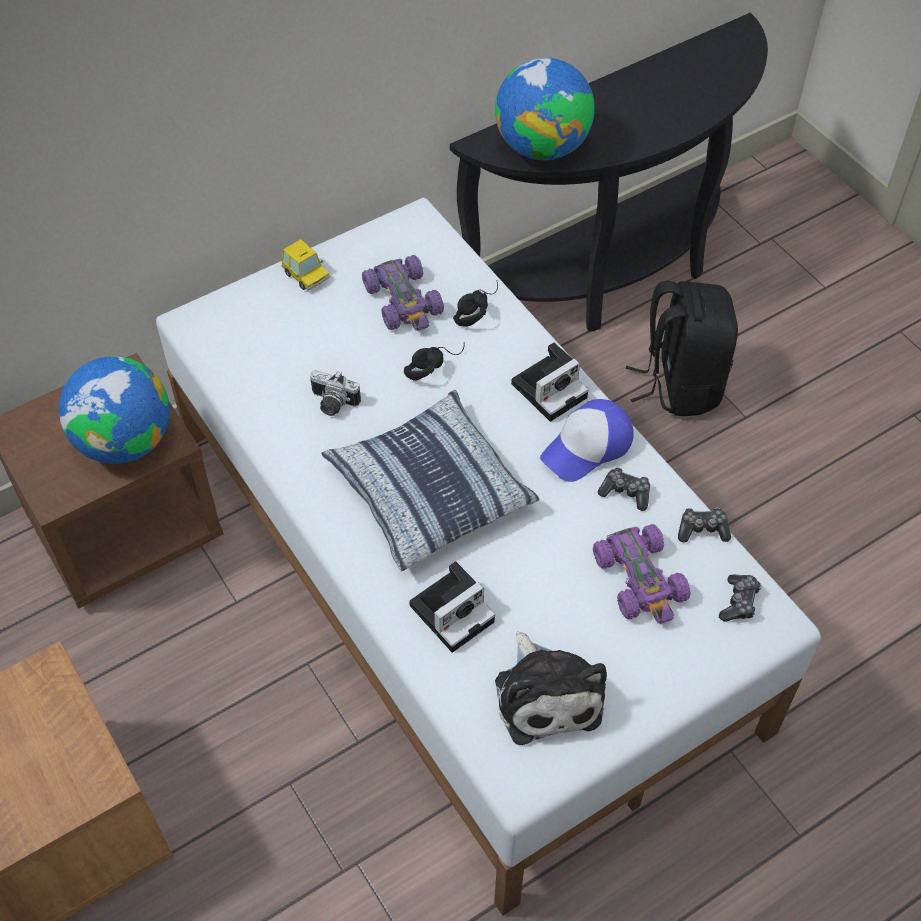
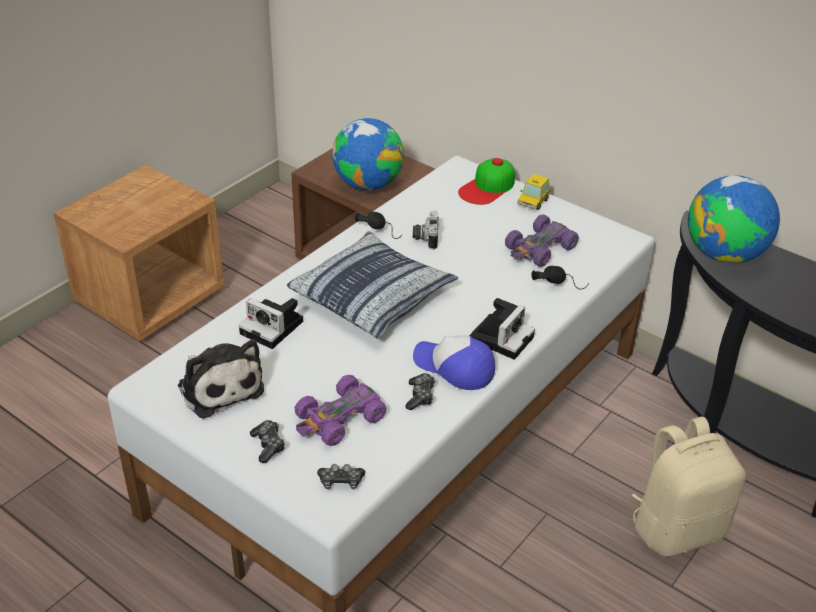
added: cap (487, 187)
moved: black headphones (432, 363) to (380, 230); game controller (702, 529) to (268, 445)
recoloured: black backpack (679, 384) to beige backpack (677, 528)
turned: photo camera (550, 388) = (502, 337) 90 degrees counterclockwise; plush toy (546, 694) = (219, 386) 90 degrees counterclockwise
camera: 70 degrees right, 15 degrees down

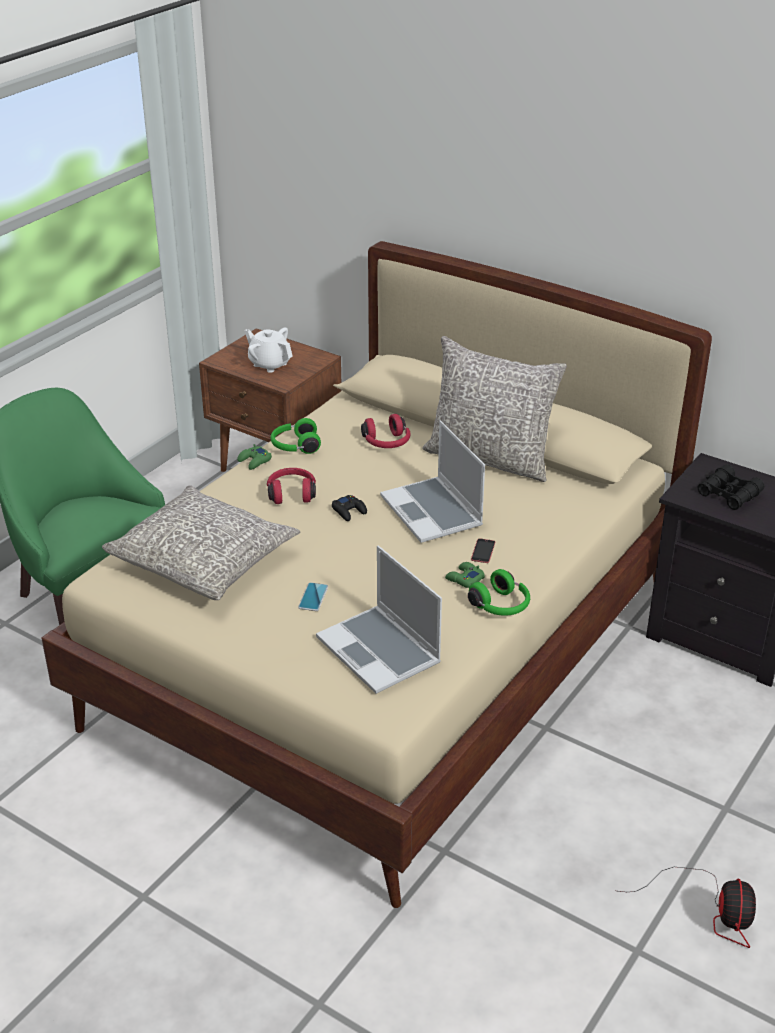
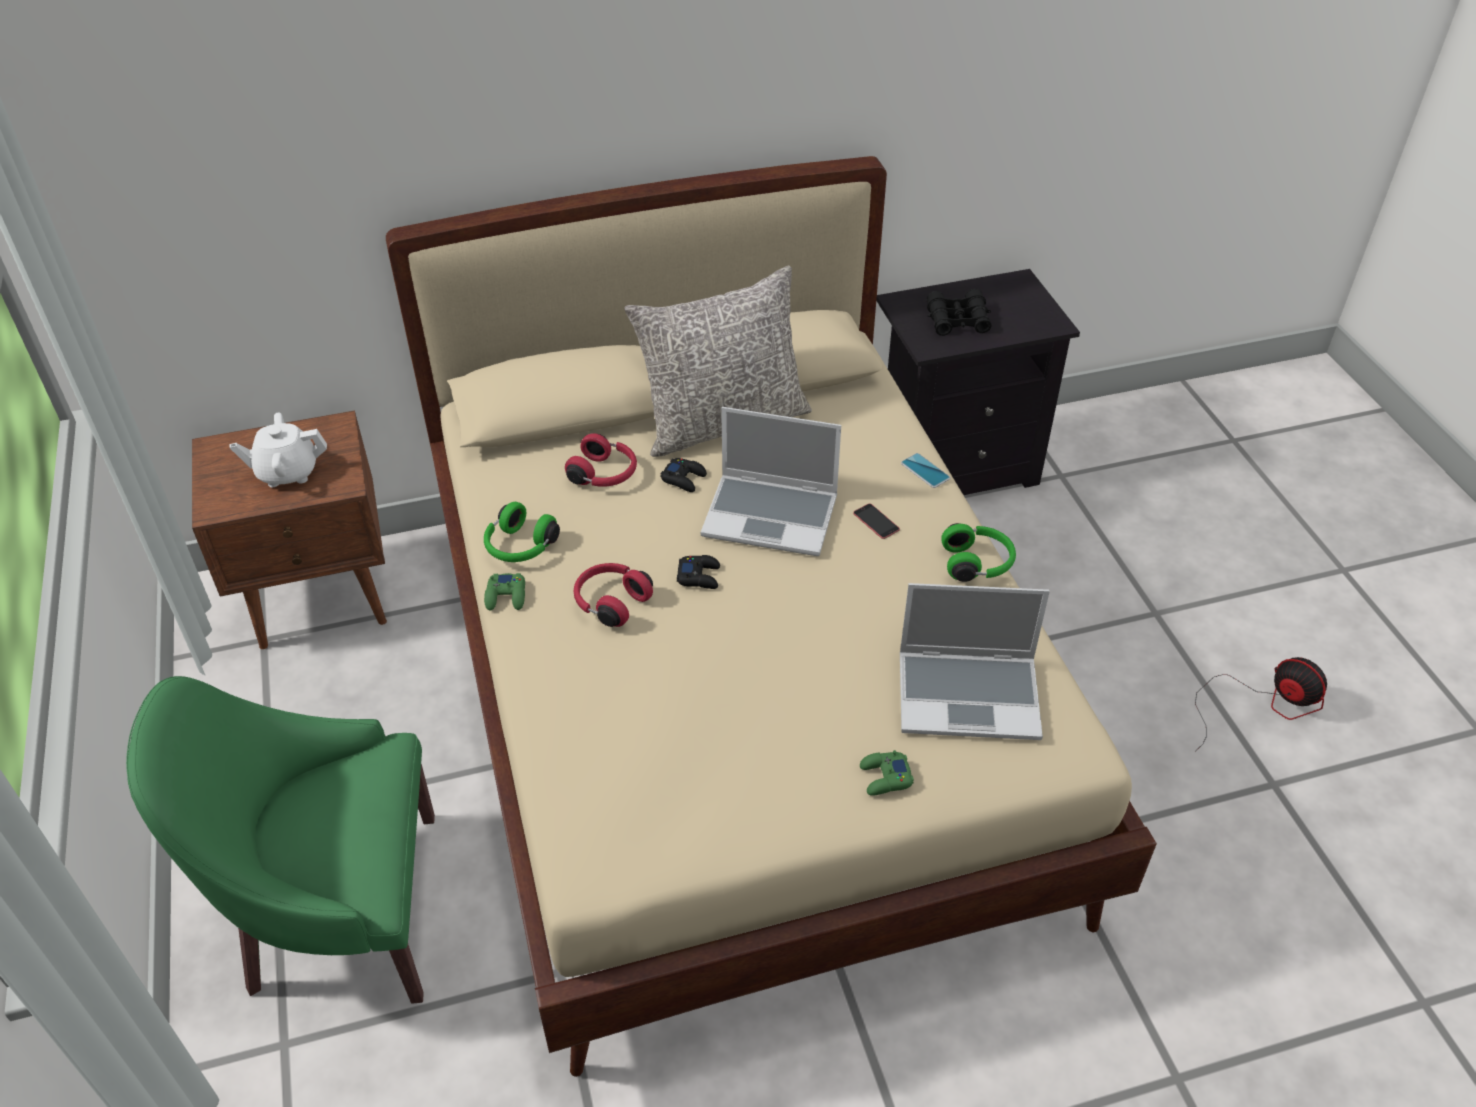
removed: grey pillow (204, 560)
added: black game controller (684, 478)
moved: green game controller (464, 579) to (885, 778); phone (313, 597) to (925, 471)
camera: 50 degrees left, 10 degrees up

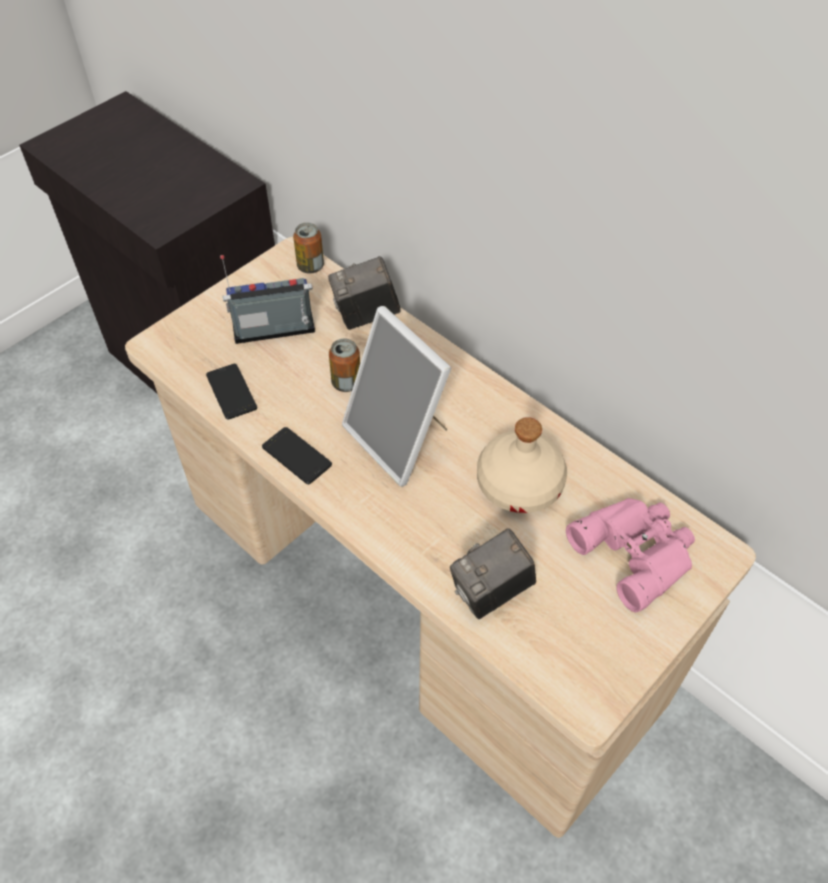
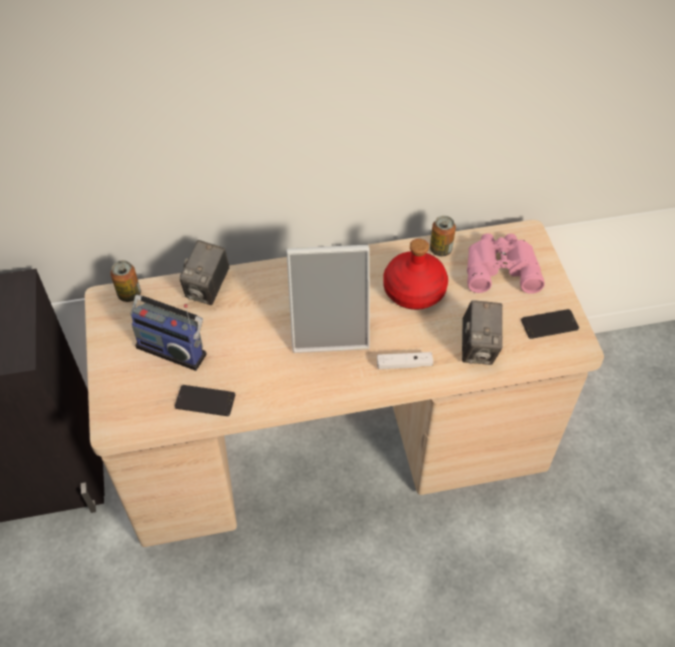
added: white game controller (404, 364)
moved: can (346, 383) to (440, 249); phone (296, 456) to (549, 324)
recoloured: beige bottle (520, 485) to red bottle (415, 290)
turned: radio (274, 332) = (173, 348) 90 degrees counterclockwise
camera: 55 degrees left, 0 degrees up

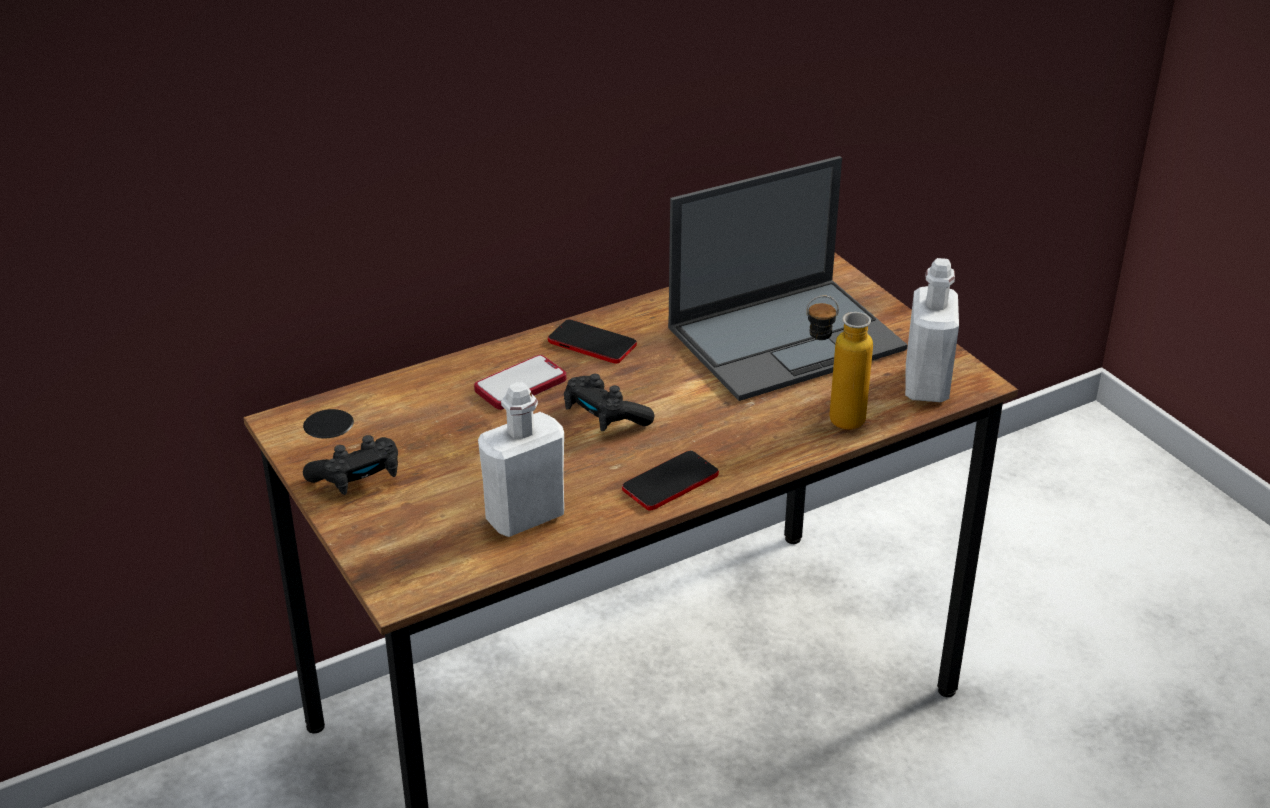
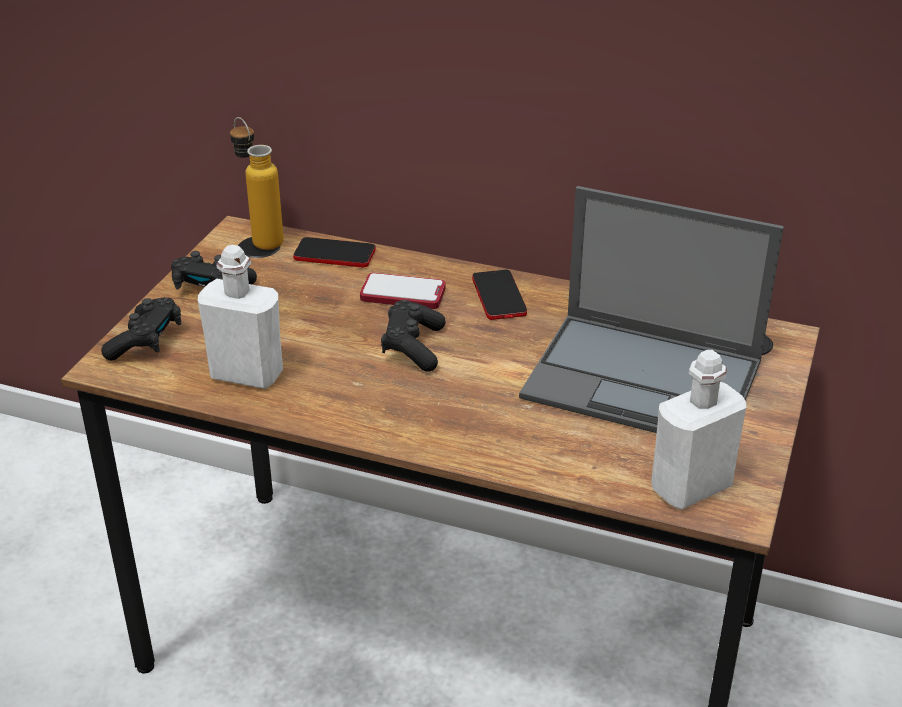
added: black game controller (146, 341)
moved: bottle (831, 420) to (260, 238); phone (670, 482) to (334, 254)
camera: 50 degrees right, 0 degrees up

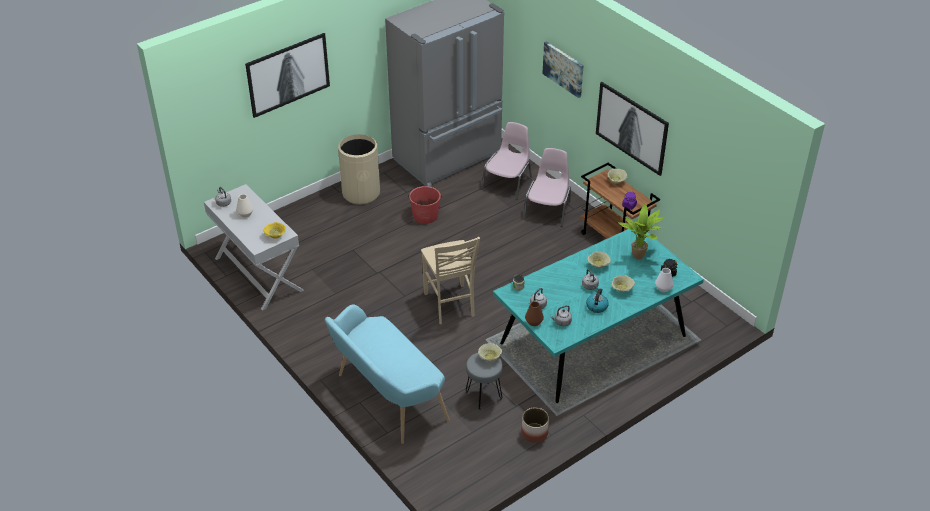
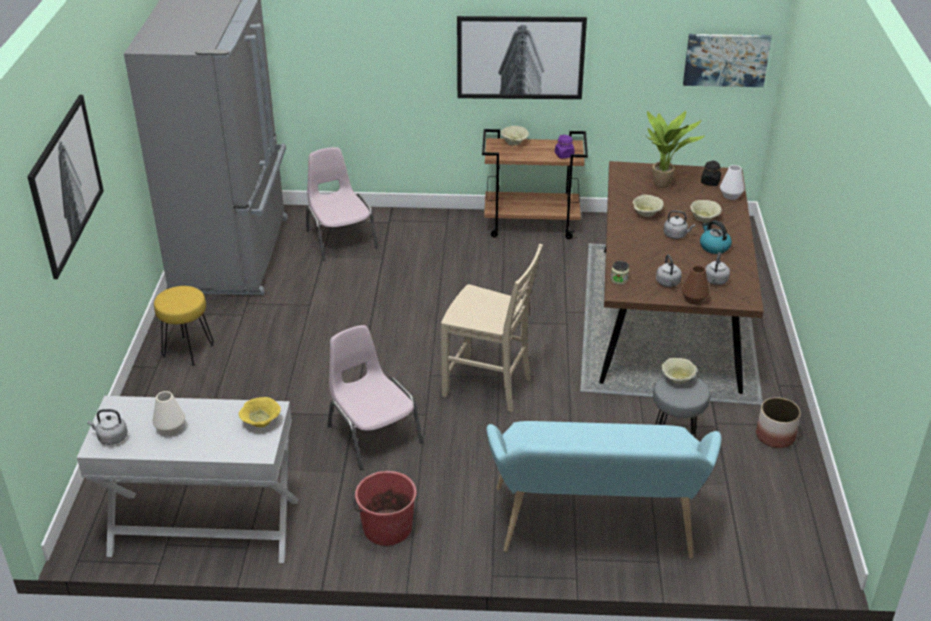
moved: picture (563, 69) to (726, 59); pink chair (548, 210) to (373, 434); red bucket (425, 215) to (386, 527)
replaced: beige trash can (361, 193) to yellow stool (188, 350)
recoloured: turquoise dining table (592, 340) to brown dining table (668, 318)
camera: 50 degrees left, 5 degrees down

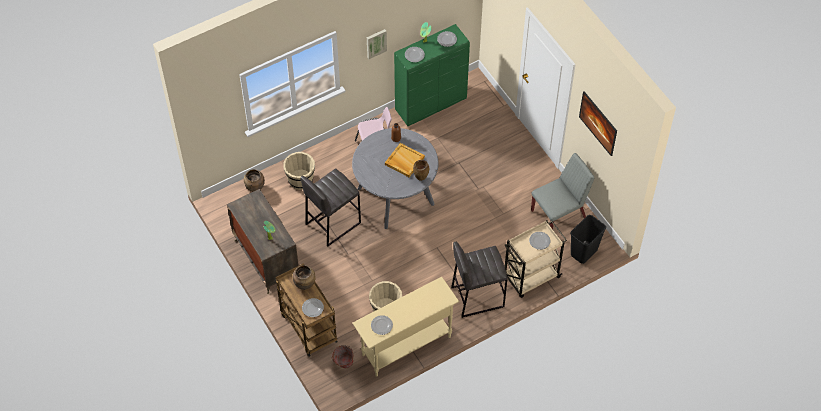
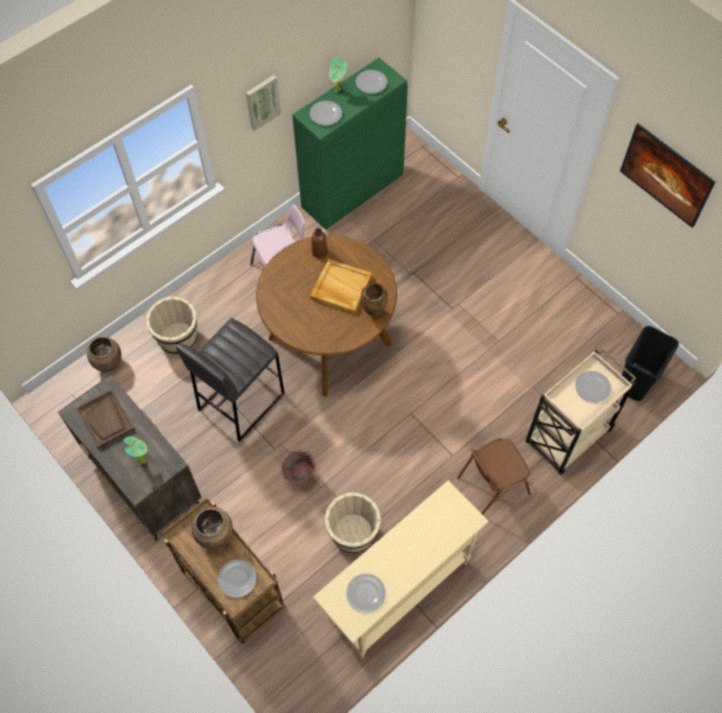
removed: grey chair (559, 214)
added: brown tray (105, 419)
moved: bucket (343, 364) to (299, 478)
replaced: grey stool (477, 296) to brown chair (492, 485)
recoloured: grey dining table (395, 196) to brown dining table (330, 341)
camera: 10 degrees left, 5 degrees up

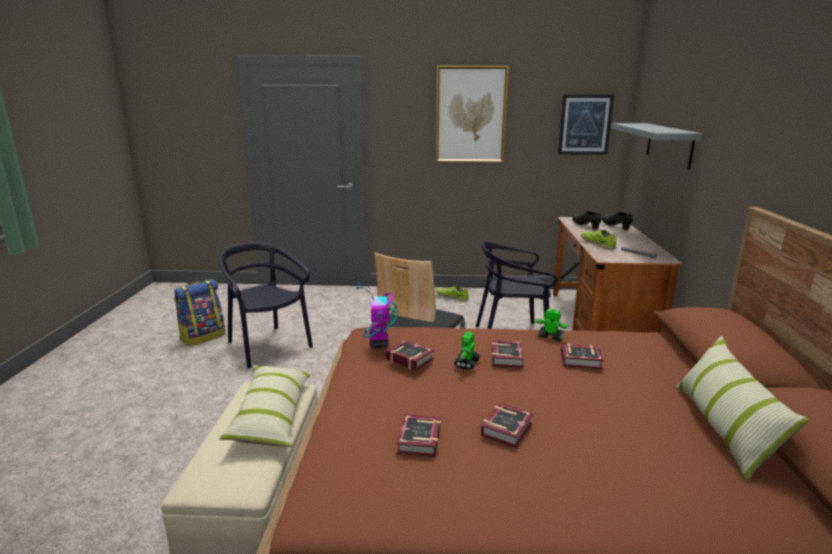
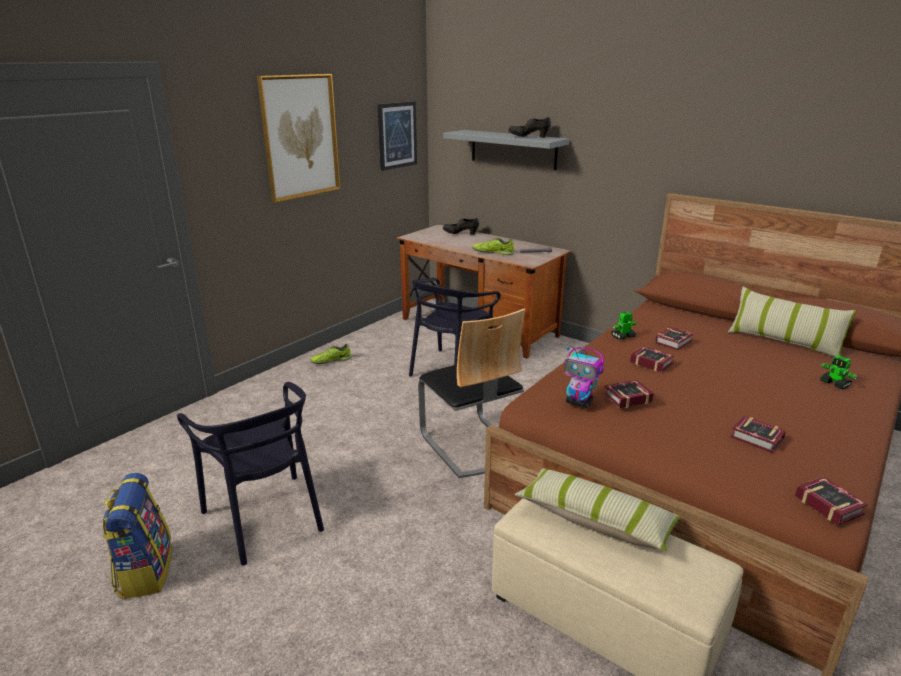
moved: black shoe (586, 226) to (528, 137); toy robot (466, 363) to (835, 384); book (509, 428) to (827, 503)
turned: black chair (267, 346) = (265, 518) 120 degrees counterclockwise
camera: 55 degrees left, 5 degrees up

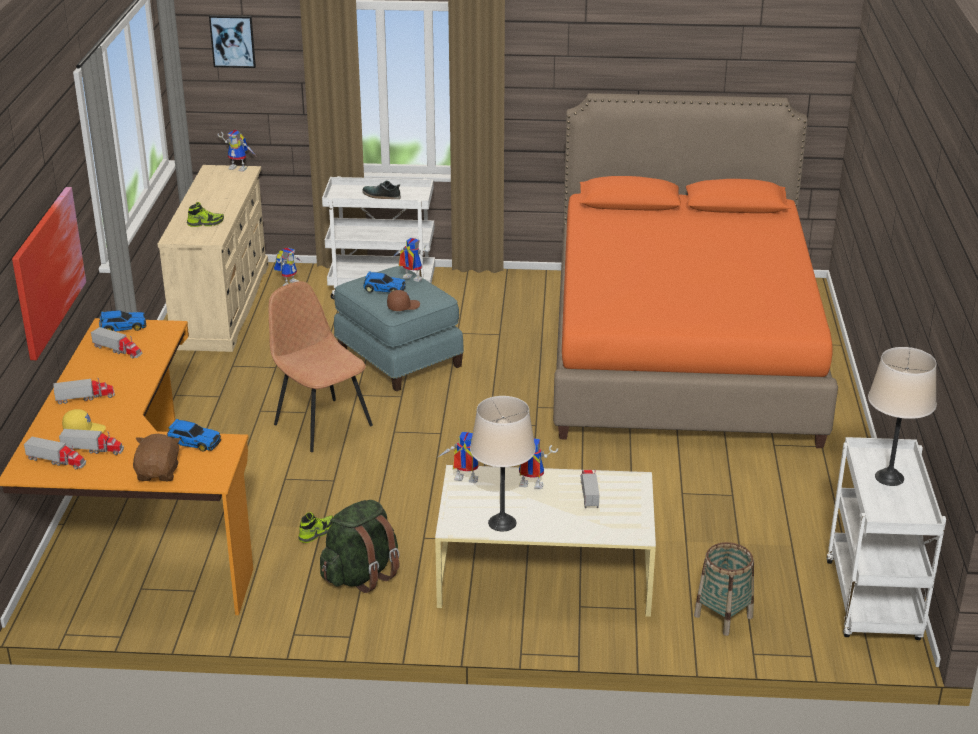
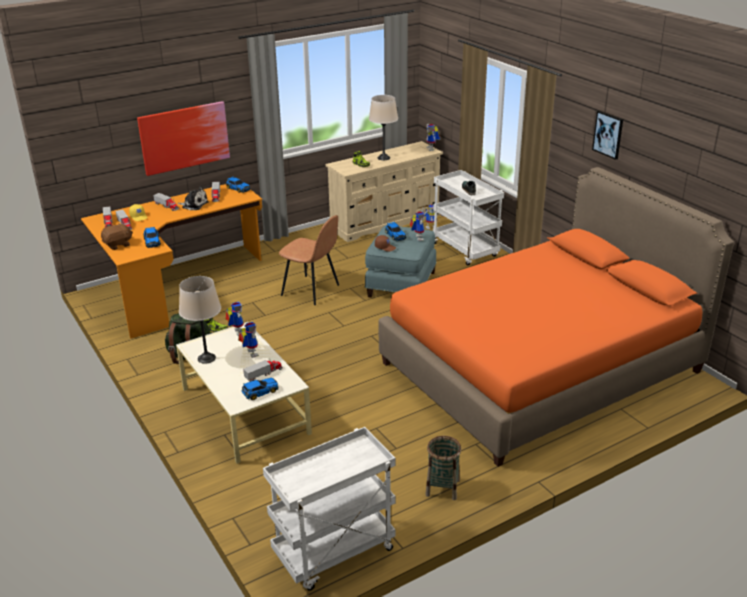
added: plush toy (194, 205); toy car (259, 392)
moved: picture (233, 41) to (608, 134); beige table lamp (889, 478) to (383, 158); basket (723, 616) to (442, 488)
turned: brown chair (322, 424) = (311, 291) 105 degrees clockwise
camera: 55 degrees right, 0 degrees up

